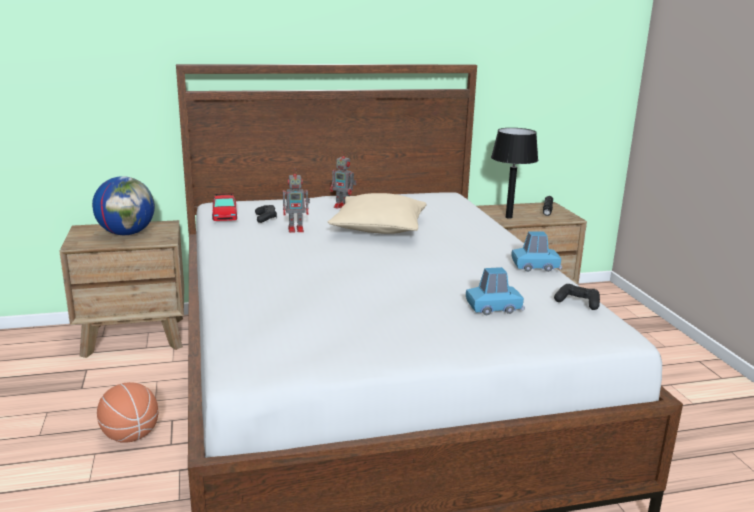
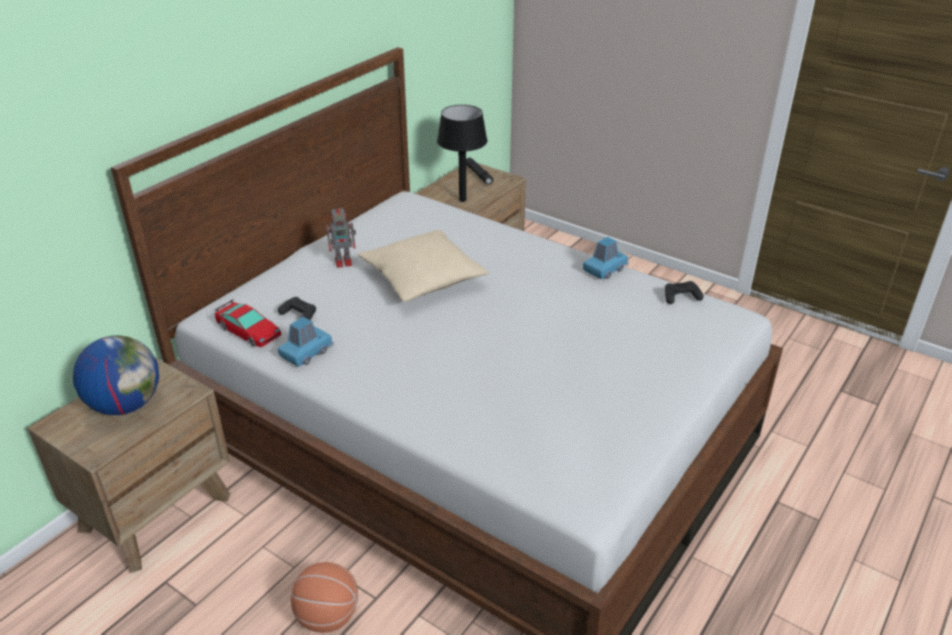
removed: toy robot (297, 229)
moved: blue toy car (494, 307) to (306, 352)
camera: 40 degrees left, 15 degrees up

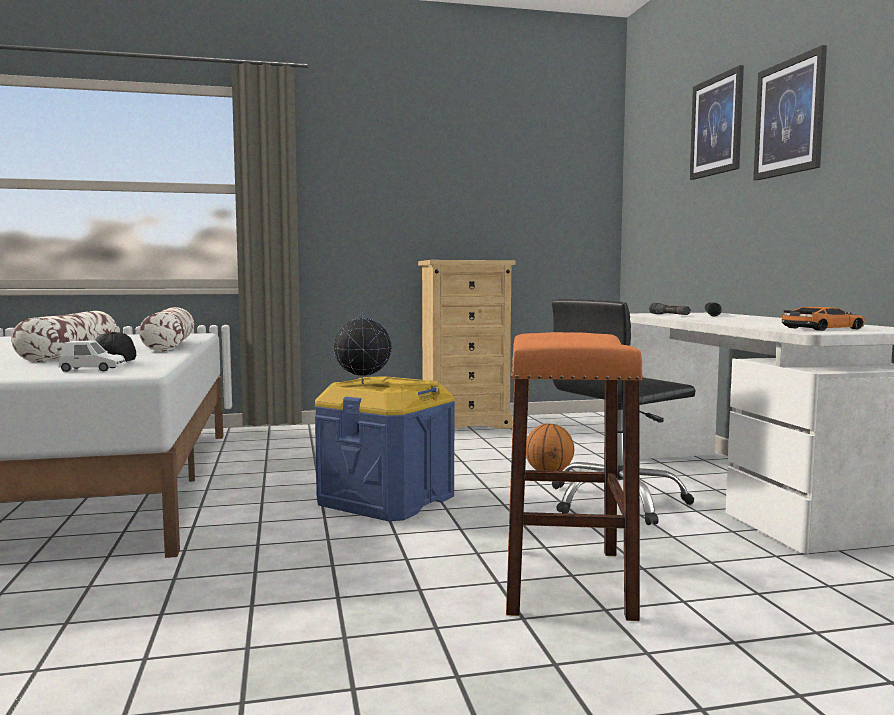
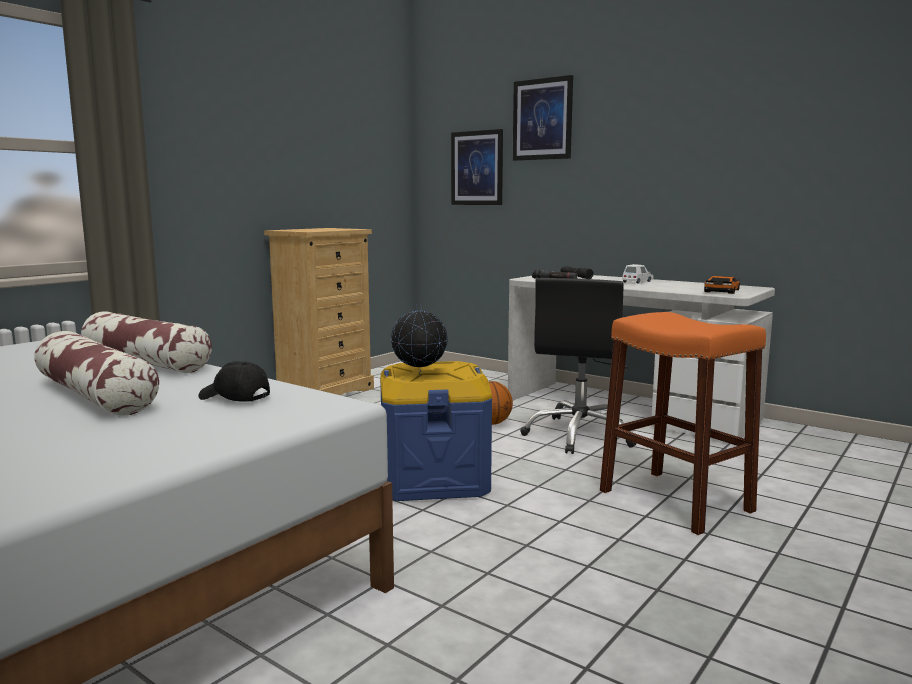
moved: picture (789, 117) to (477, 168); white toy car (92, 369) to (637, 281)
camera: 40 degrees left, 5 degrees up

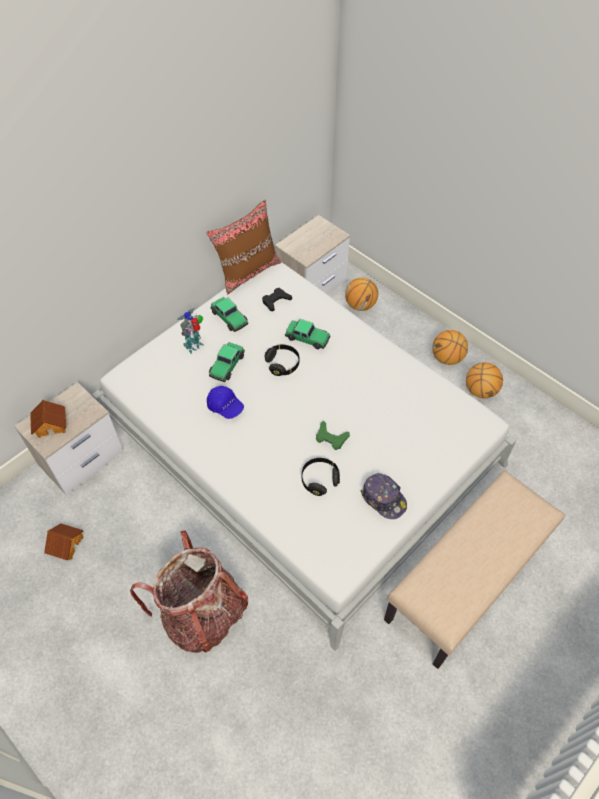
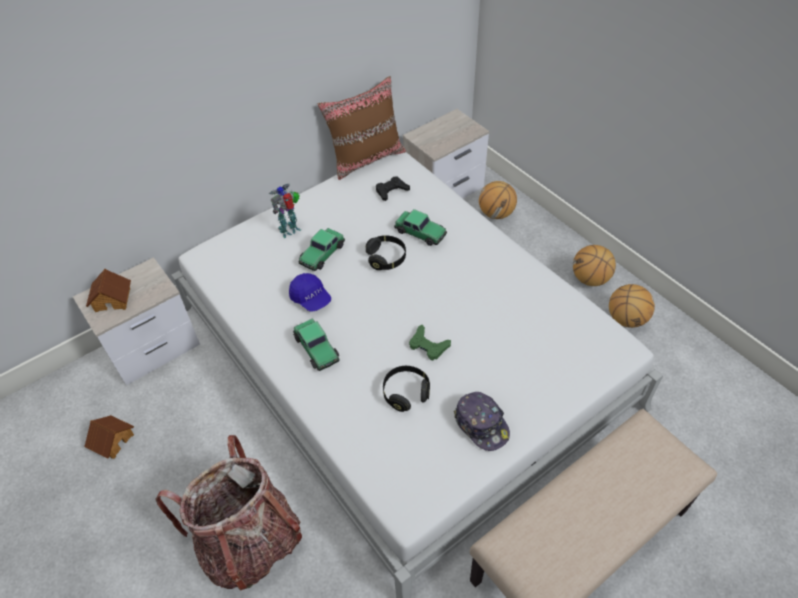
moved: toy car (229, 317) to (316, 348)
camera: 10 degrees right, 5 degrees down

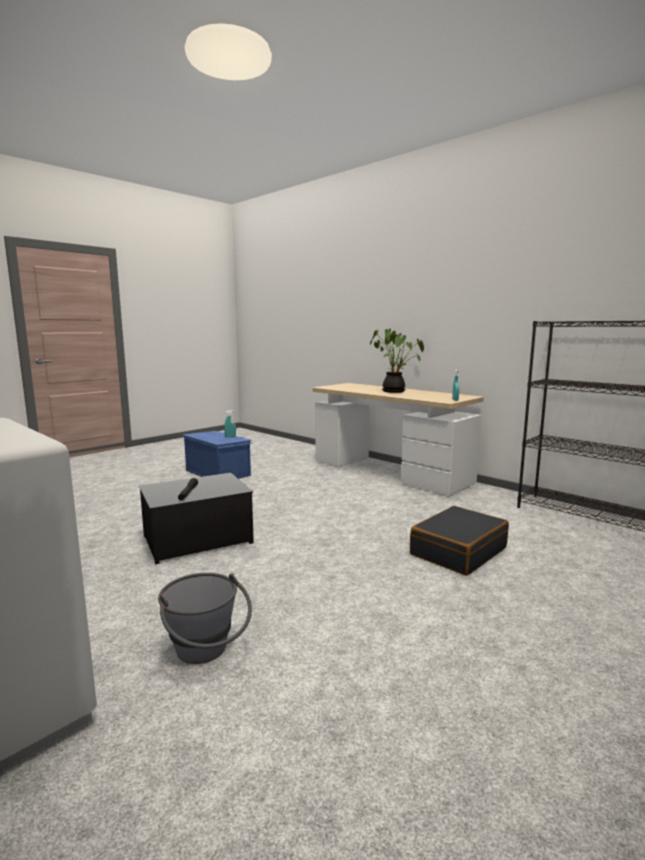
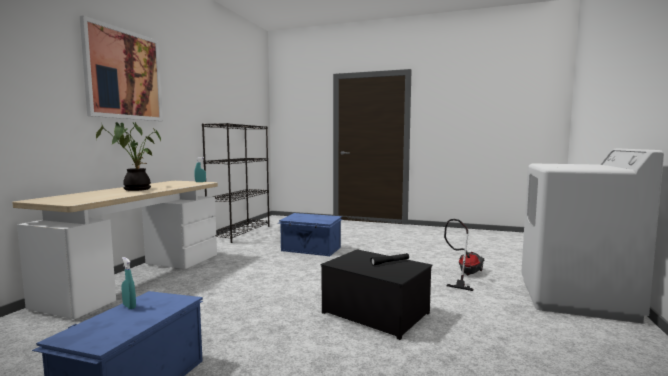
added: picture (124, 74)
replaced: black suitcase (458, 551) to blue storage box (311, 249); grey bucket (206, 653) to vacuum cleaner (465, 274)
camera: 115 degrees left, 5 degrees down

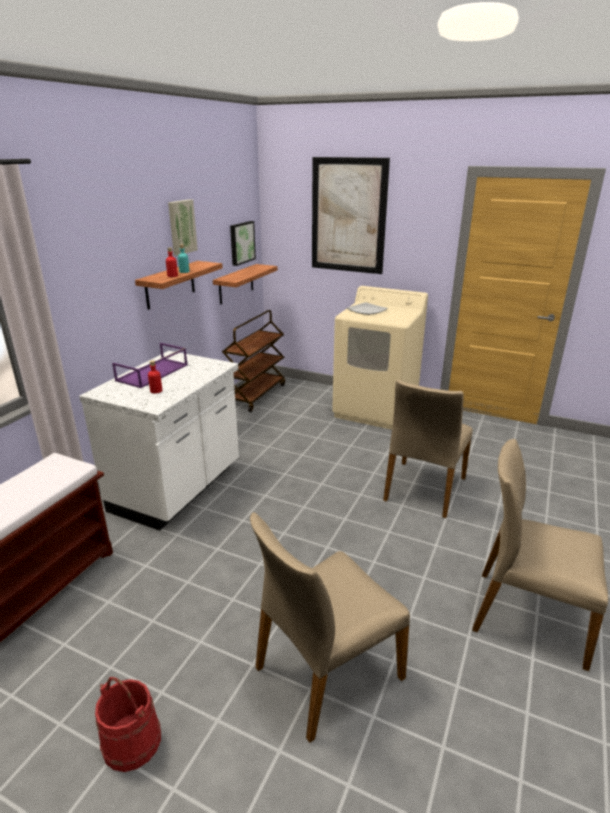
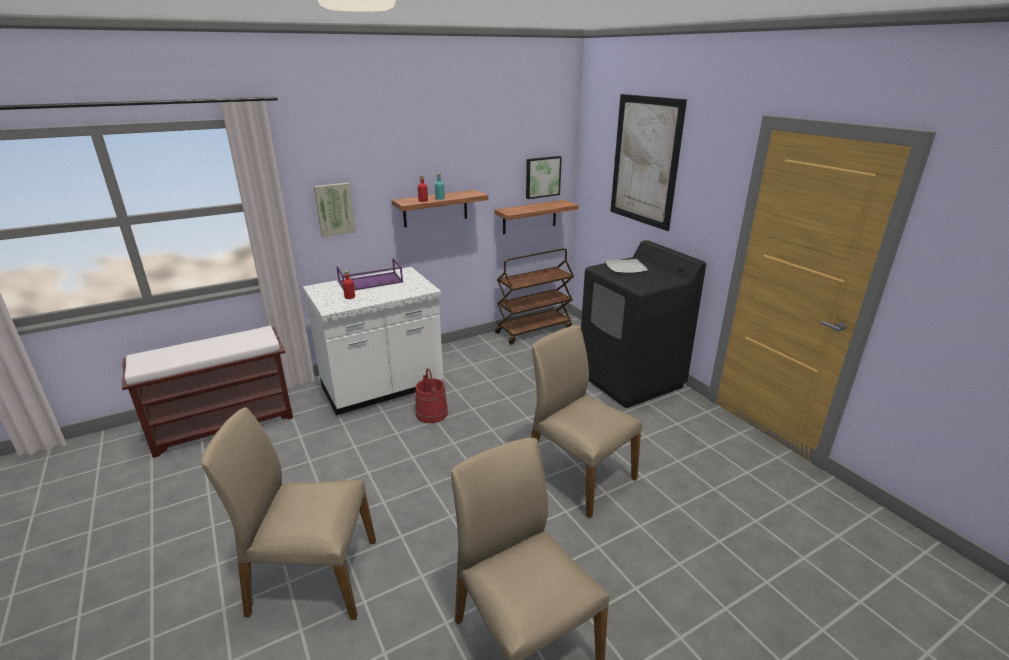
moved: picture (181, 227) to (334, 209); red bucket (131, 742) to (431, 414)
recoloured: beige washing machine (376, 410) to black washing machine (630, 380)
turned: beige chair (423, 489) = (578, 475) 75 degrees clockwise
camera: 35 degrees right, 0 degrees up

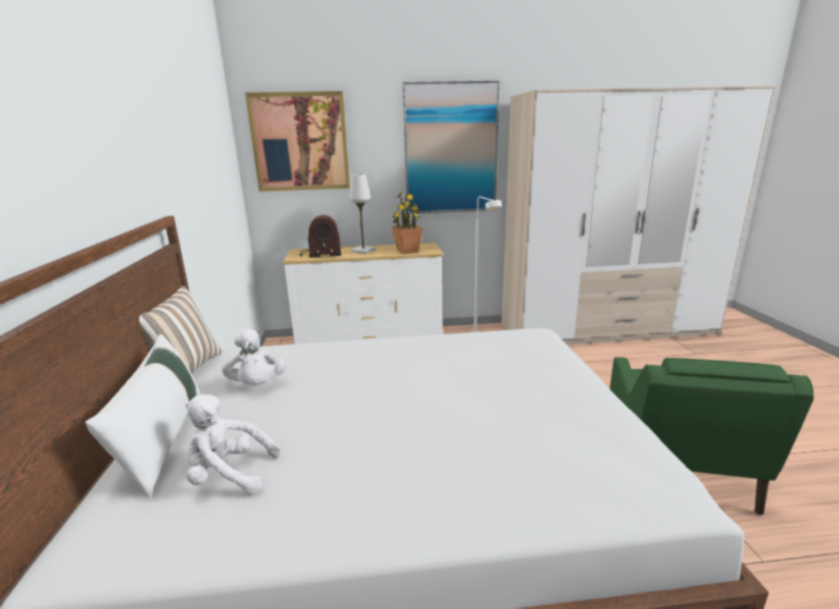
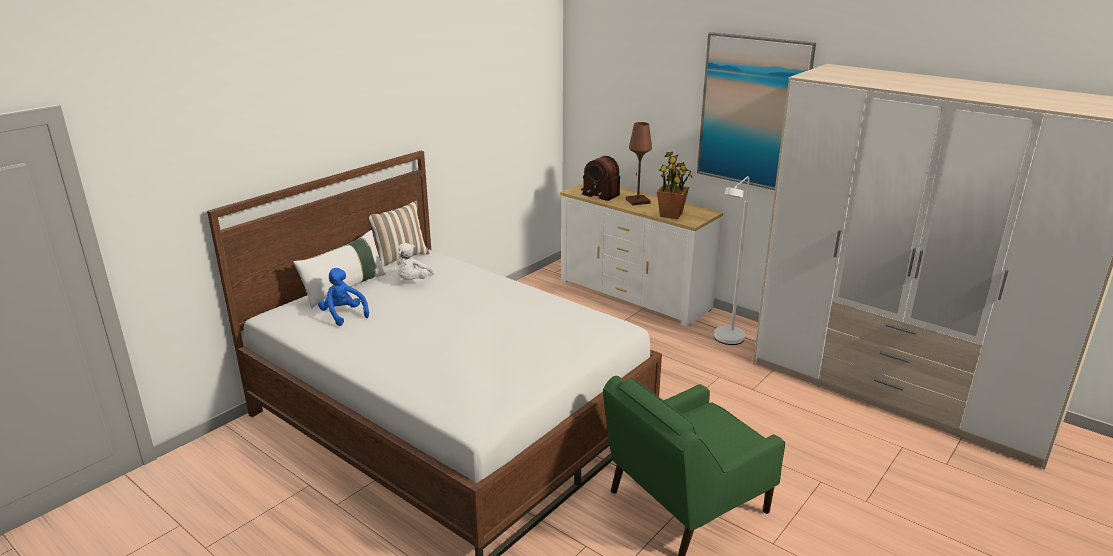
removed: picture (300, 142)
recoloured: white table lamp (363, 251) to brown table lamp (637, 201); white plush toy (229, 474) to blue plush toy (343, 315)
camera: 45 degrees right, 5 degrees up

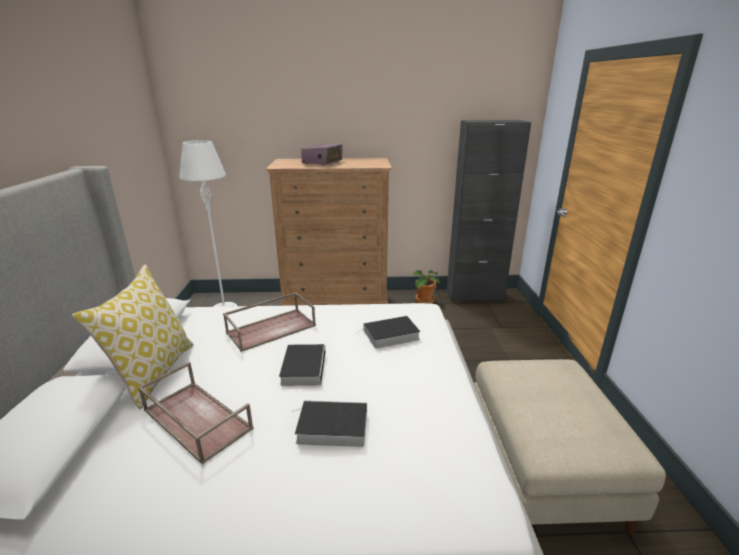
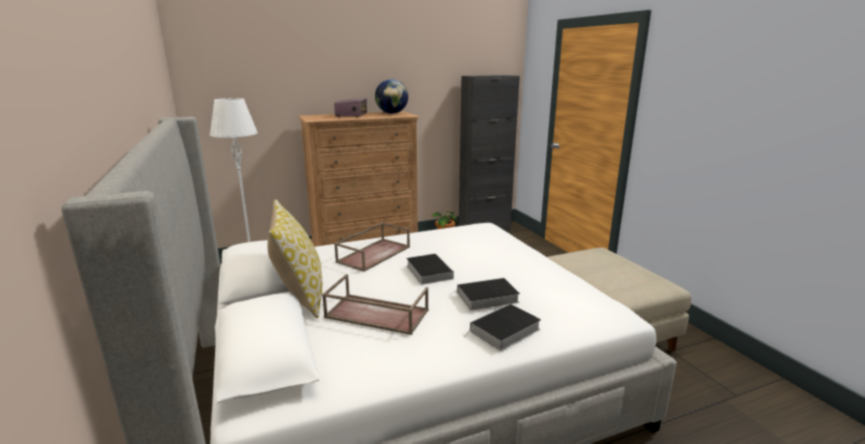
added: globe (392, 113)
moved: book (389, 335) to (504, 331)
camera: 20 degrees left, 5 degrees down

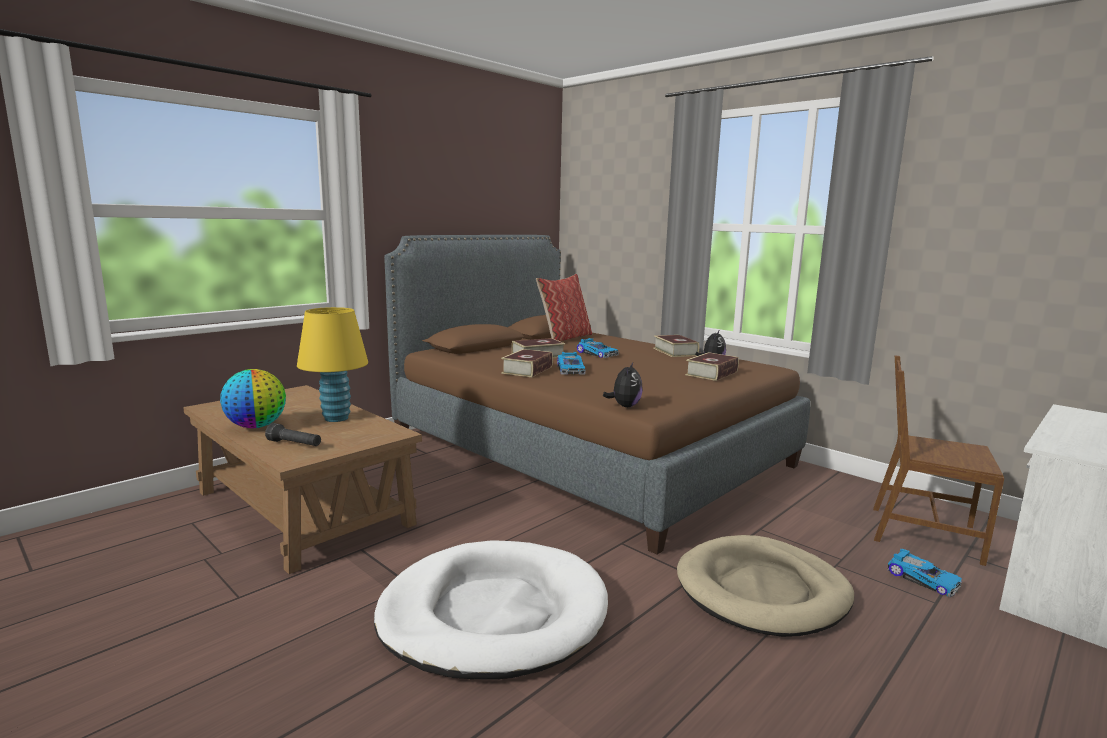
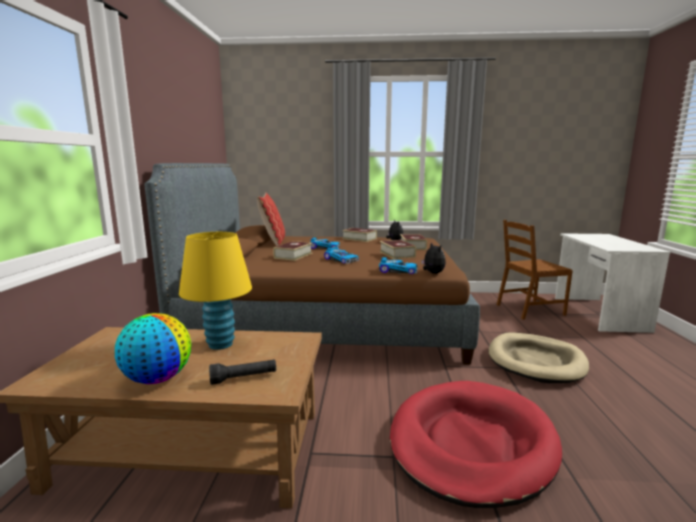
moved: book (527, 370) to (397, 254); toy car (923, 579) to (398, 270)
recoloured: white dog bed (493, 614) to red dog bed (471, 444)
camera: 40 degrees left, 0 degrees up

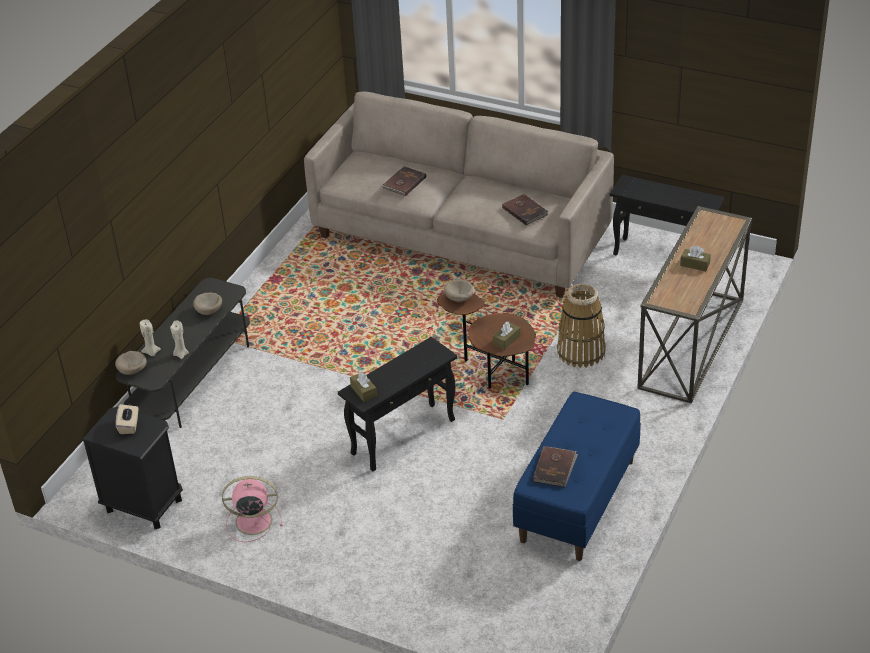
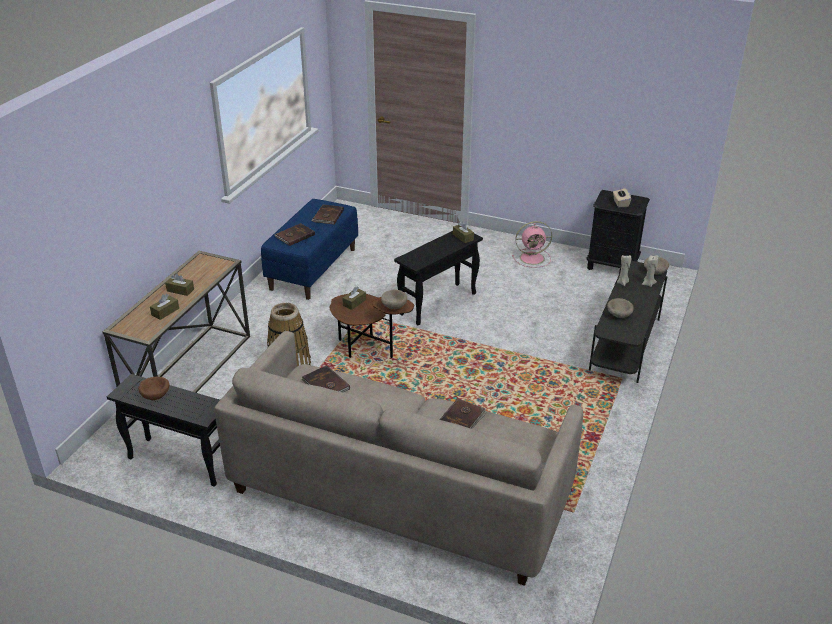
added: brown book (294, 236); brown tissue box (165, 312); brown bowl (156, 395)
camera: 175 degrees right, 5 degrees down

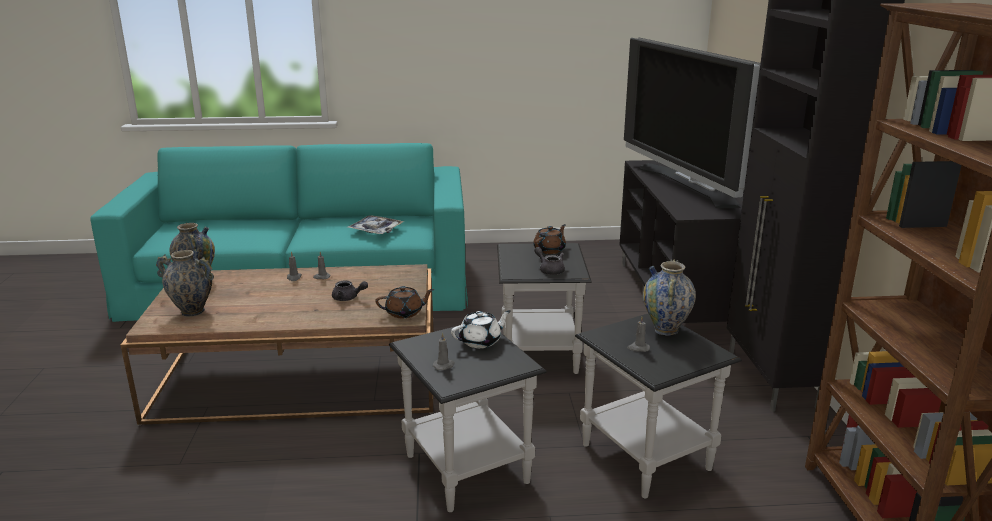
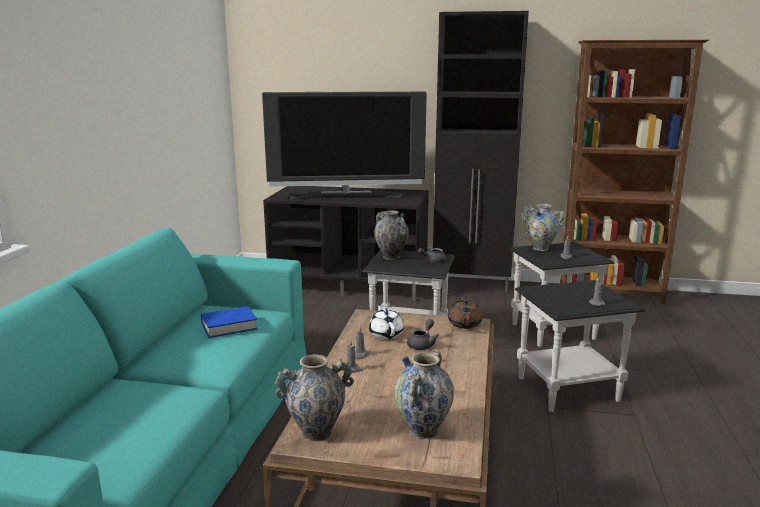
moved: white teapot (481, 341) to (386, 334)
replaced: tray (375, 230) to blue book (229, 326); brown teapot (550, 250) to vase (391, 257)
camera: 75 degrees left, 5 degrees down

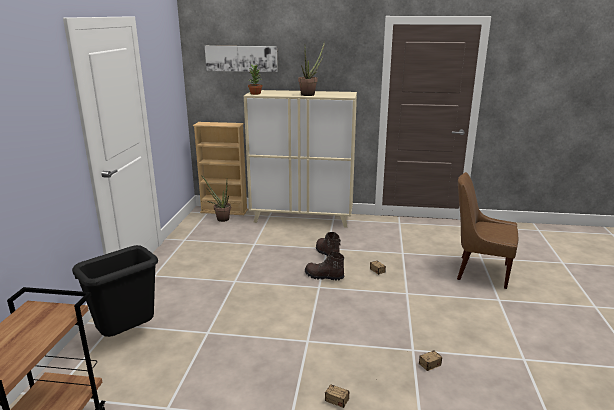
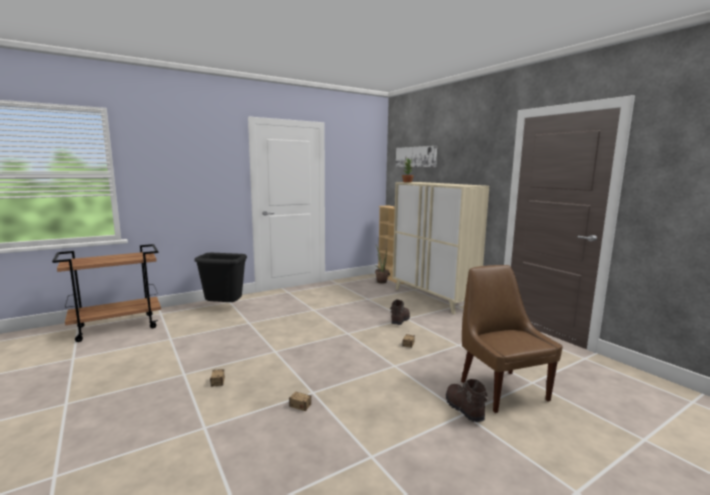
removed: potted plant (310, 94)
moved: brown boot (324, 276) to (463, 409)
camera: 50 degrees right, 10 degrees down

